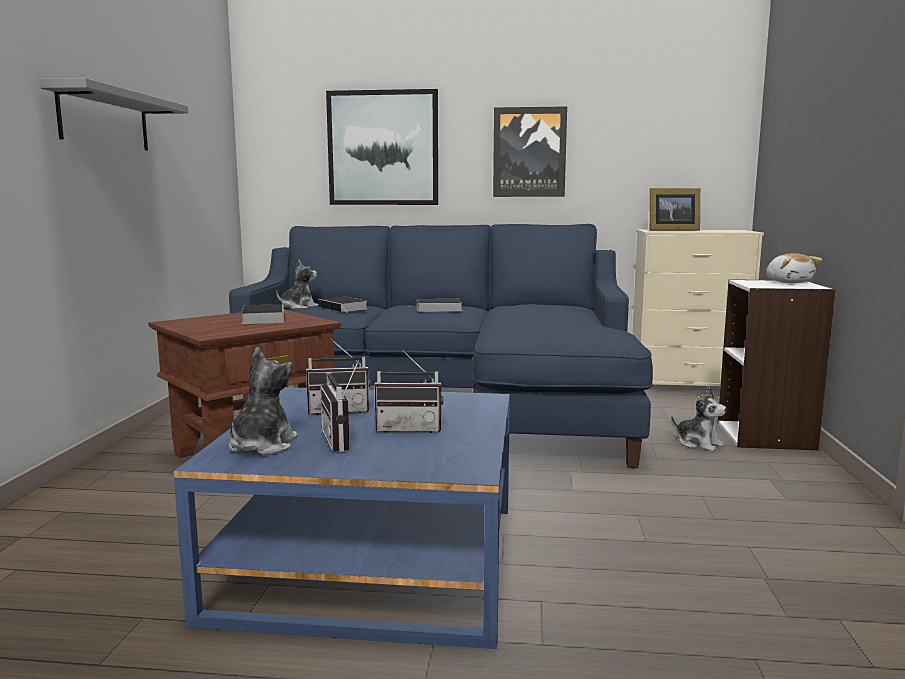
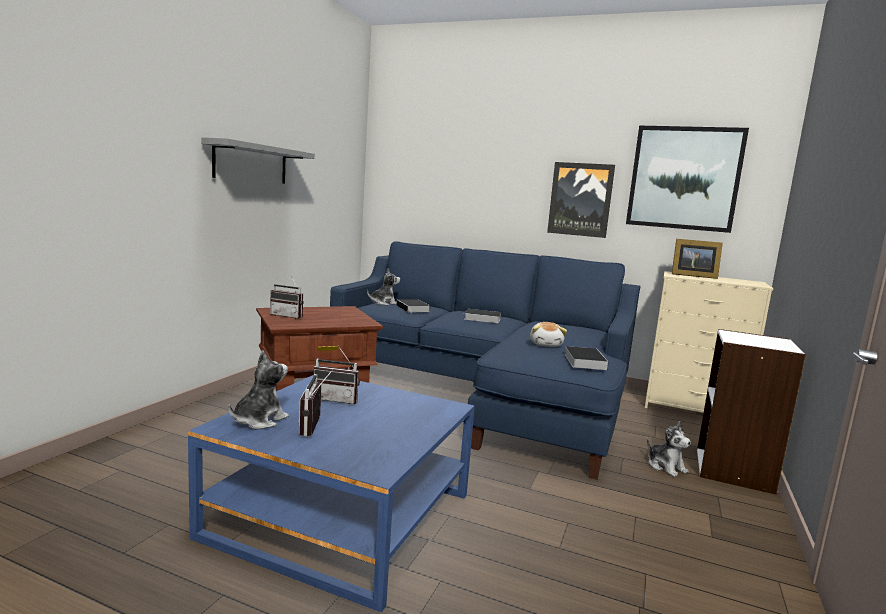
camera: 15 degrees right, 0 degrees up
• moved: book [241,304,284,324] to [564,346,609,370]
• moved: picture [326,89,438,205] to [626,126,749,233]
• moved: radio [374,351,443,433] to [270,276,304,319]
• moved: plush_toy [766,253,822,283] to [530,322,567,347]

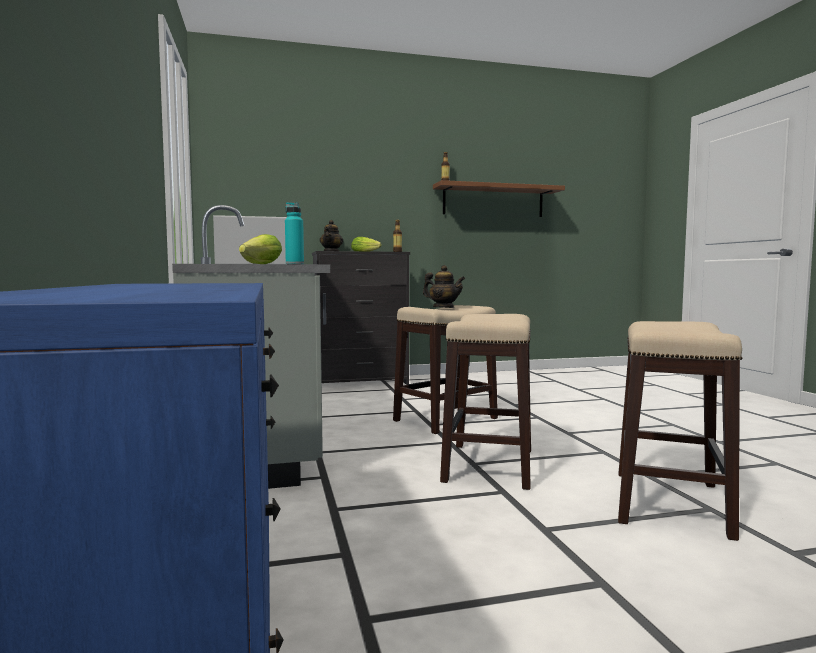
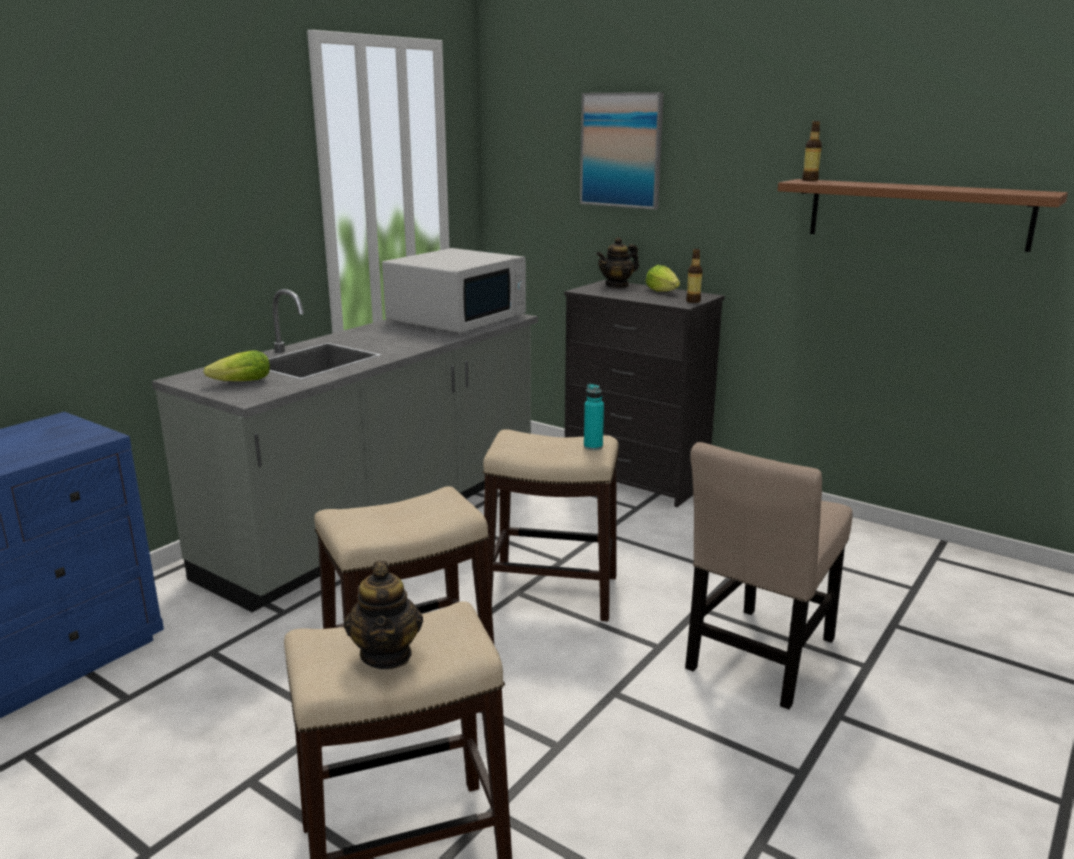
camera: 50 degrees right, 15 degrees up
• added: picture [580,92,664,210]
• added: beige_chair [685,442,853,710]
• moved: turquoise_bottle [285,202,304,264] to [584,384,604,450]
• moved: teapot [423,265,465,308] to [344,561,423,669]

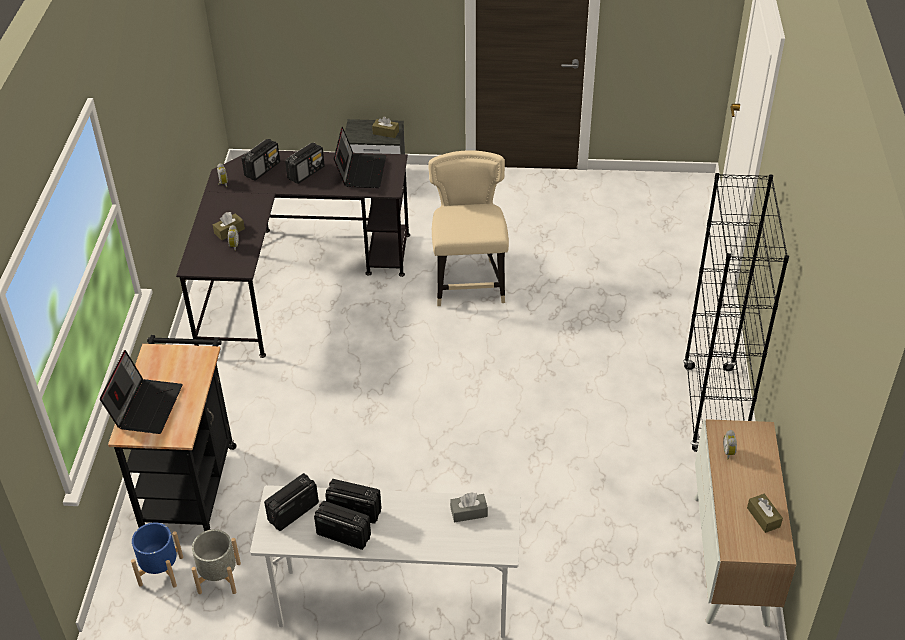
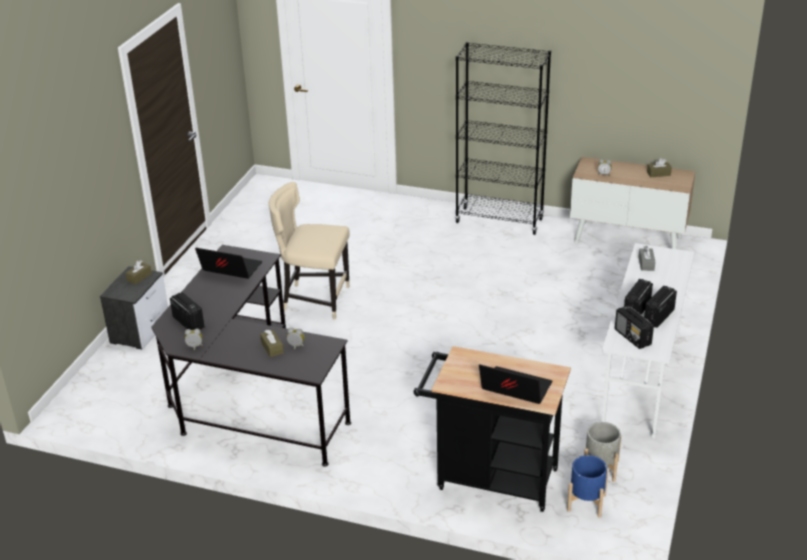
camera: 75 degrees left, 10 degrees down
• removed: radio [285,143,325,184]

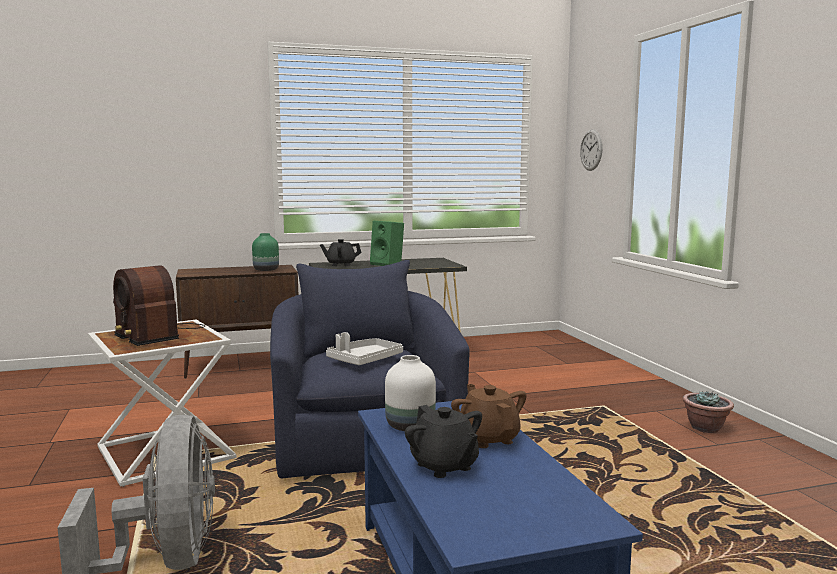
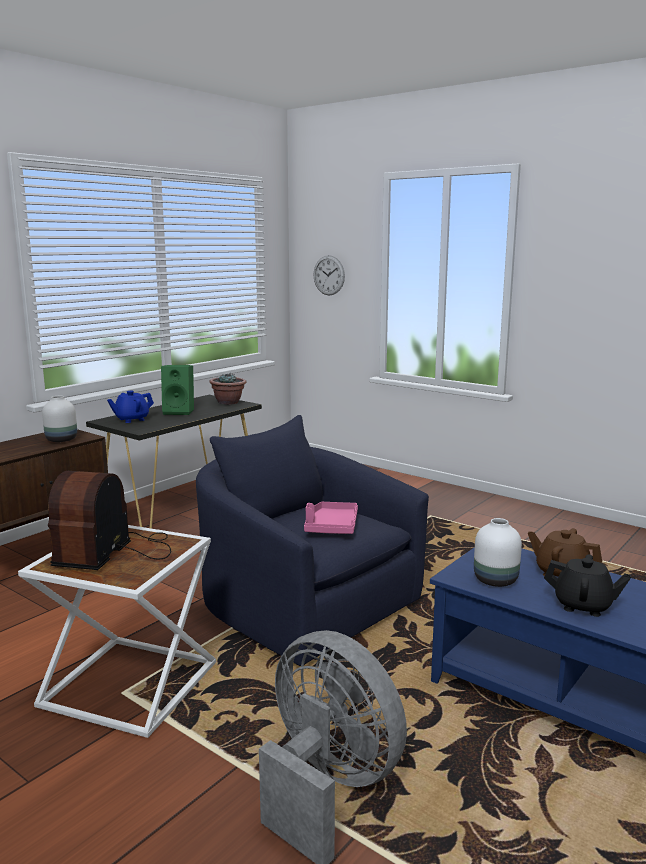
camera: 35 degrees left, 5 degrees up
• moved: potted_plant [683,391,734,433] to [209,373,246,405]
• recoloured: green_vase [252,233,279,271] to white_vase [42,396,77,442]
• recoloured: black_teapot [320,239,361,266] to blue_teapot [107,391,154,423]
• recoloured: white_tray [326,332,403,365] to pink_tray [304,502,358,534]
• turned: radio [113,265,205,346] = [48,471,171,570] 90 degrees clockwise

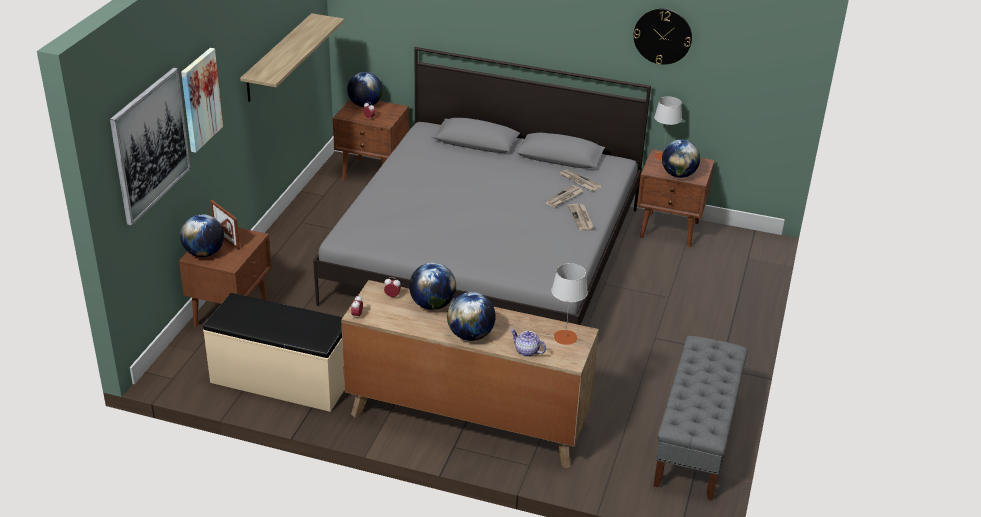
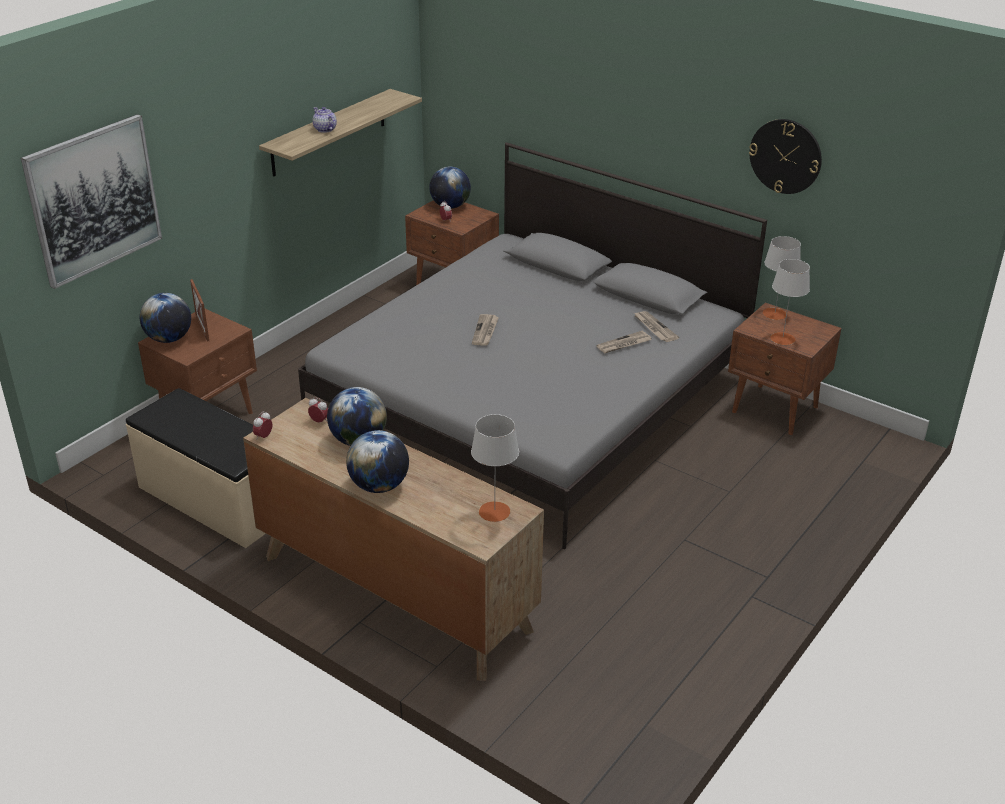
camera: 20 degrees right, 0 degrees up
• removed: picture [181,48,223,153]
• removed: grey_bench [654,336,748,500]
• moved: teapot [511,329,546,357] to [313,107,337,133]
• moved: newspaper [568,204,594,231] to [472,314,499,346]
• replaced: globe [662,140,700,178] to grey_table_lamp [770,259,810,345]

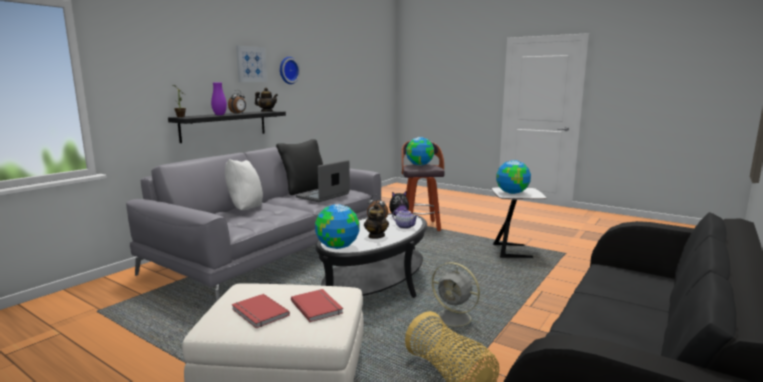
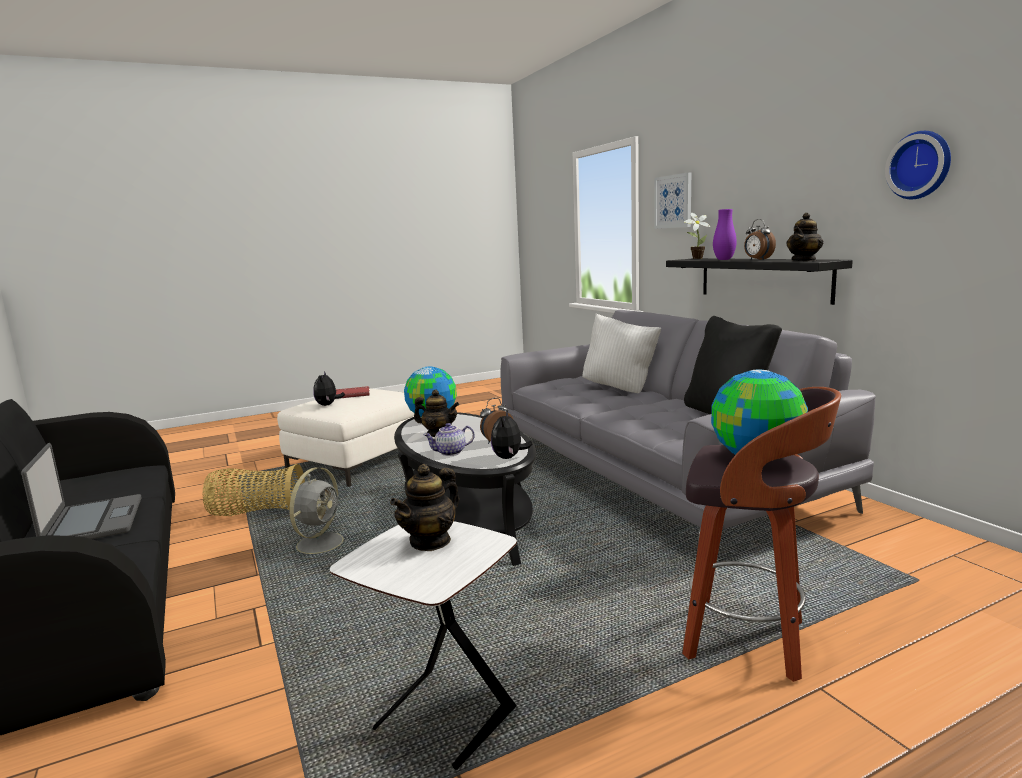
camera: 120 degrees right, 0 degrees up
• moved: picture [236,46,267,82] to [654,172,691,229]
• moved: laptop [296,160,350,202] to [21,443,141,539]
• replaced: red_book [291,289,343,322] to plush_toy [313,371,345,406]
• replaced: globe [496,160,531,194] to teapot [390,464,459,551]
• turned: grey_fan [429,262,482,331] = [285,467,354,559] 135 degrees clockwise

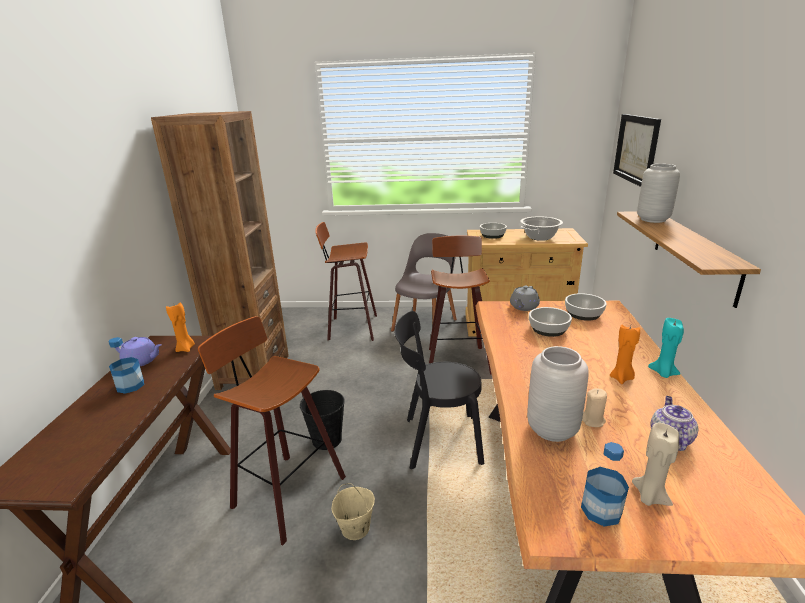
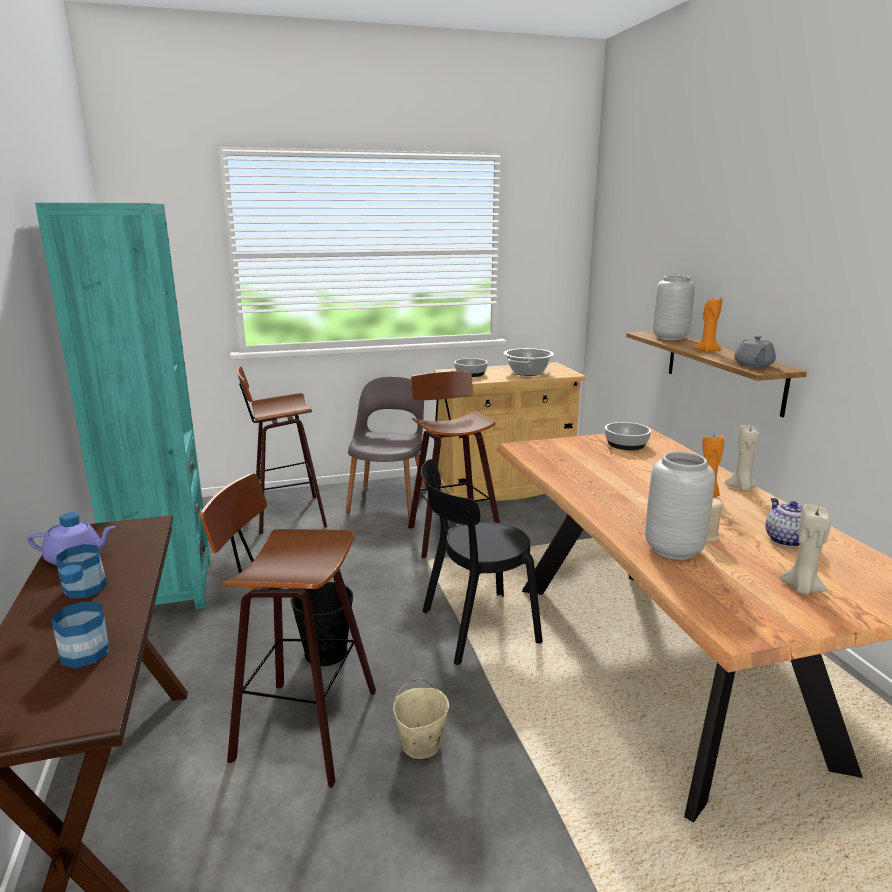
camera: 20 degrees left, 5 degrees down
• removed: bowl [529,307,572,337]
• removed: picture [613,114,661,187]
• moved: orange_candle [166,303,195,352] to [694,297,722,352]
• moved: grey_teapot [510,285,540,311] to [734,336,776,368]
• moved: bottle [581,442,629,526] to [51,565,109,668]
• recoloured: brown_bookcase [151,111,289,390] to turquoise_bookcase [35,203,210,609]
• recoloured: turquoise_candle [648,318,684,378] to beige_candle [725,425,760,491]

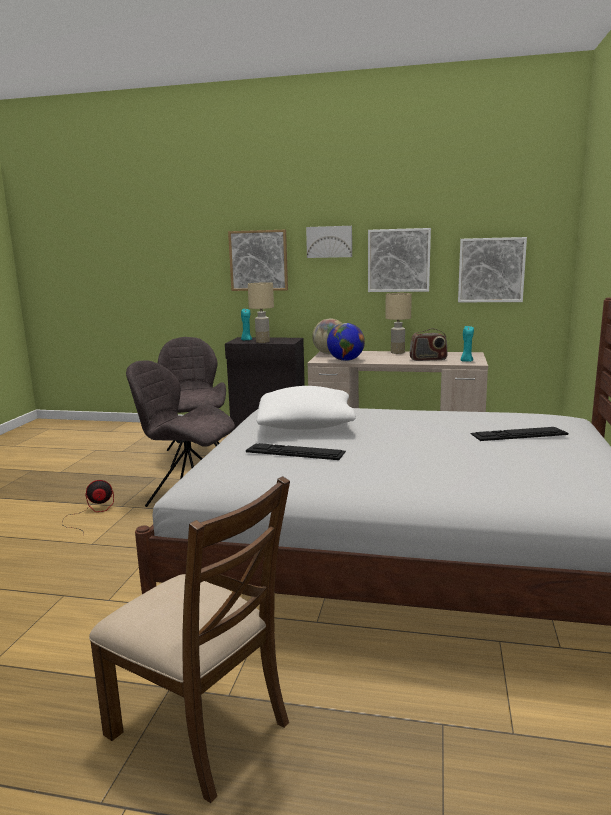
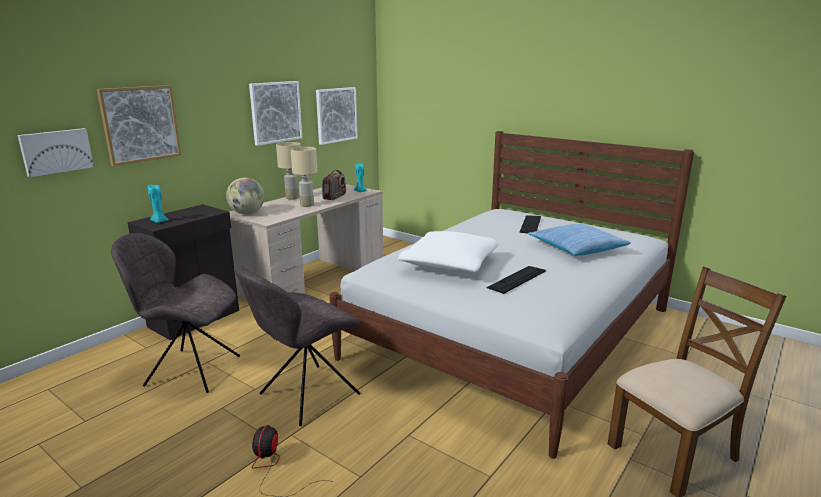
camera: 65 degrees left, 5 degrees up
• removed: globe [327,323,365,361]
• added: pillow [527,224,631,256]
• moved: beige_table_lamp [248,282,274,343] to [291,147,318,207]
• moved: picture [306,226,352,258] to [17,128,94,177]

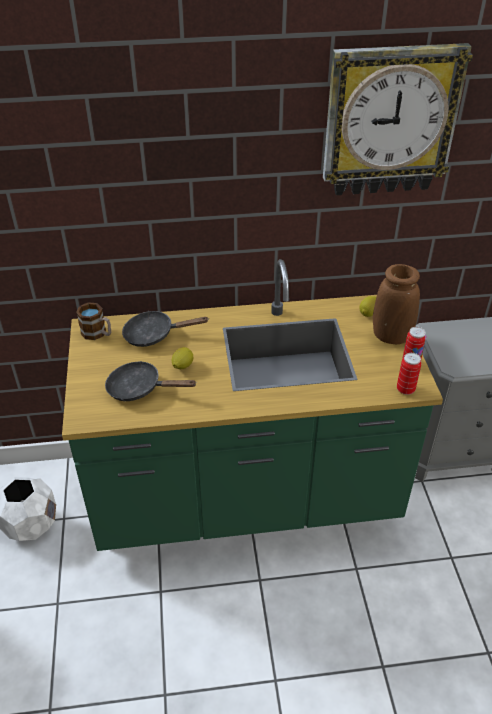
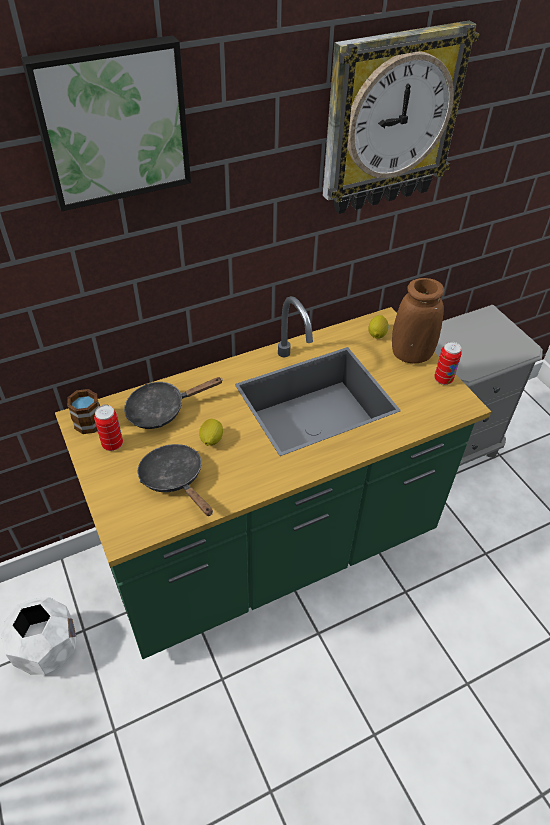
camera: 20 degrees left, 5 degrees up
• added: picture [21,35,191,211]
• moved: can [397,353,421,395] to [94,405,123,451]
• turned: black_frying_pan [105,361,197,402] = [138,444,213,516] 60 degrees clockwise

